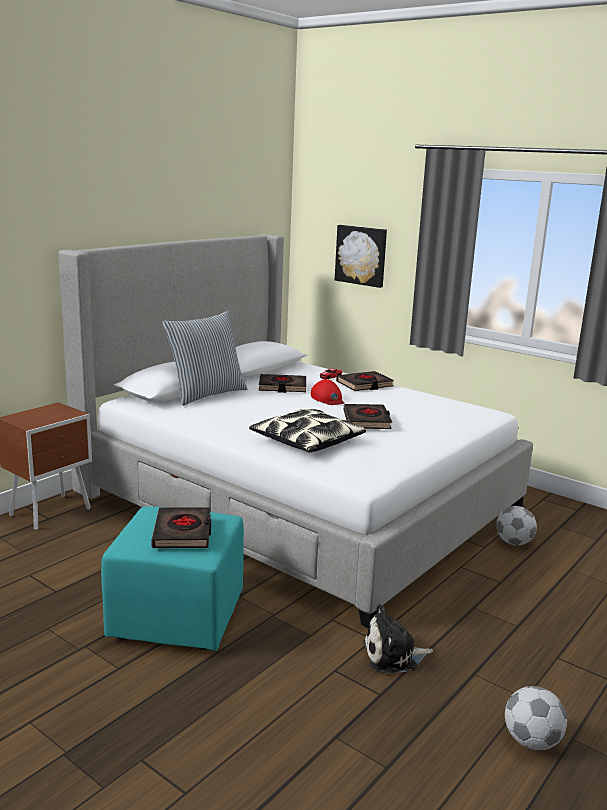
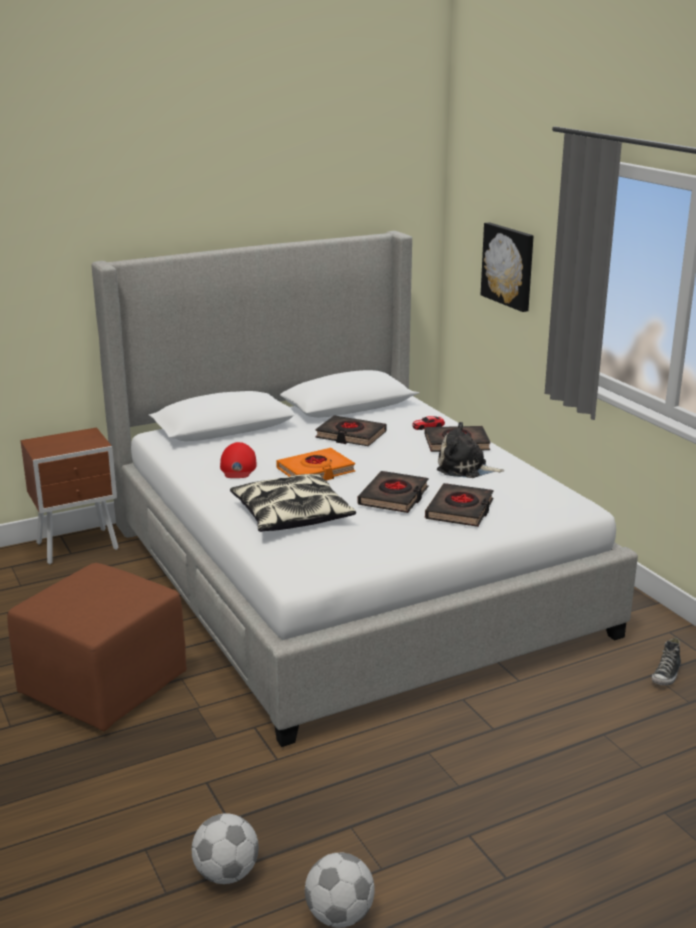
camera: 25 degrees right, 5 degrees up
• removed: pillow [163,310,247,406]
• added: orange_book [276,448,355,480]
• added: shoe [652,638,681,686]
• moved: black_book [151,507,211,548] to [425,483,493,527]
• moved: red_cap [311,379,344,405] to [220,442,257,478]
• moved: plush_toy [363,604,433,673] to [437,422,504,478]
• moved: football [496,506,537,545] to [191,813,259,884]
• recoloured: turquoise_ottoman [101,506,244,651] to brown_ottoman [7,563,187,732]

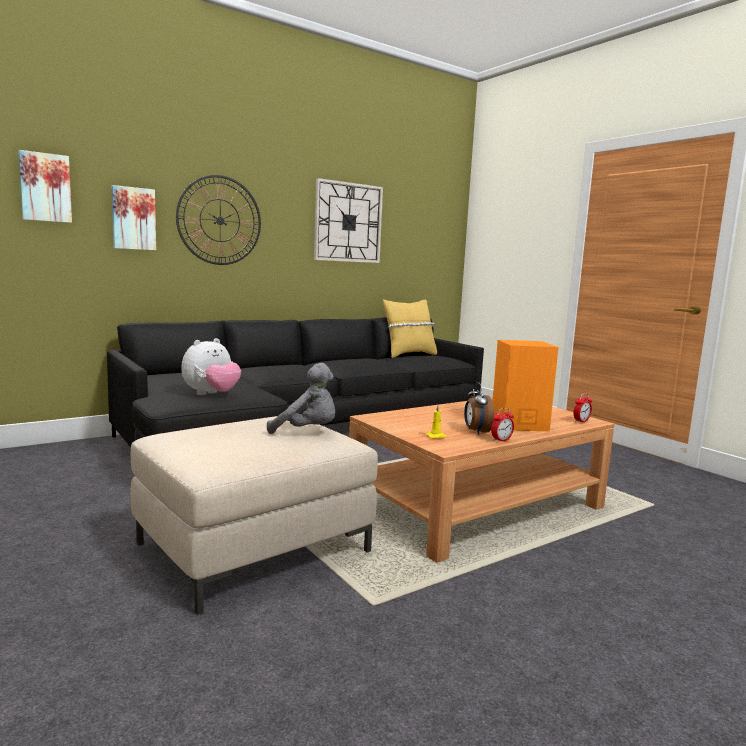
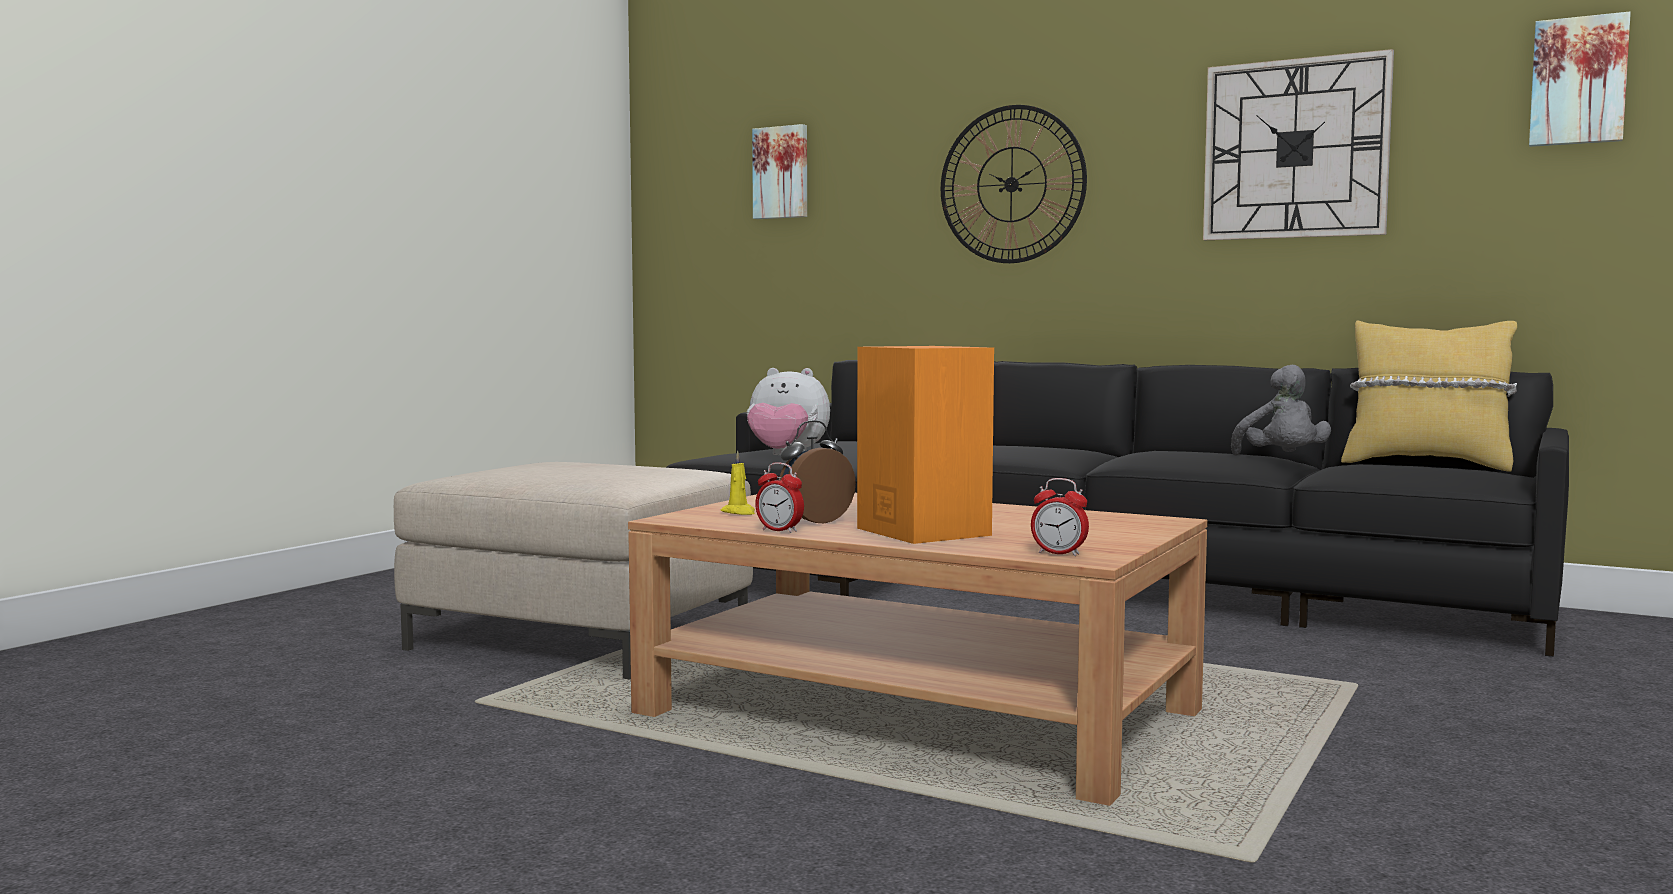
camera: 65 degrees right, 5 degrees down
• moved: picture [111,185,156,250] to [1529,11,1631,147]
• moved: grey_plush_toy [267,363,335,434] to [1231,365,1331,455]

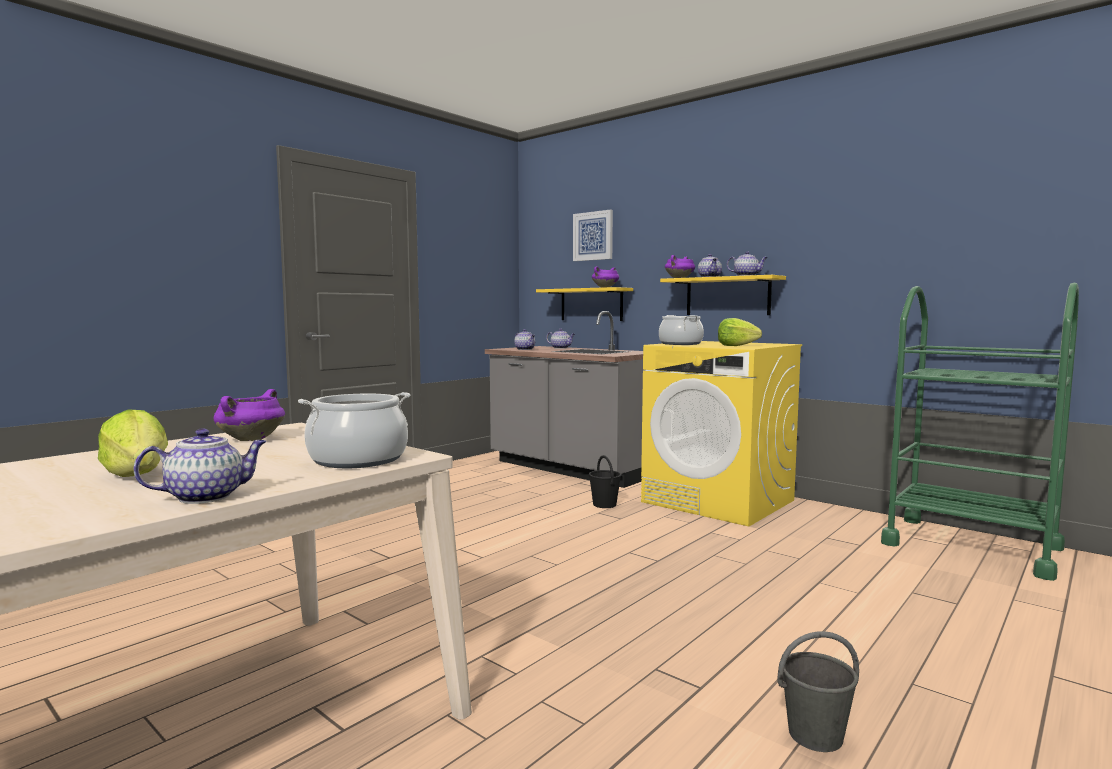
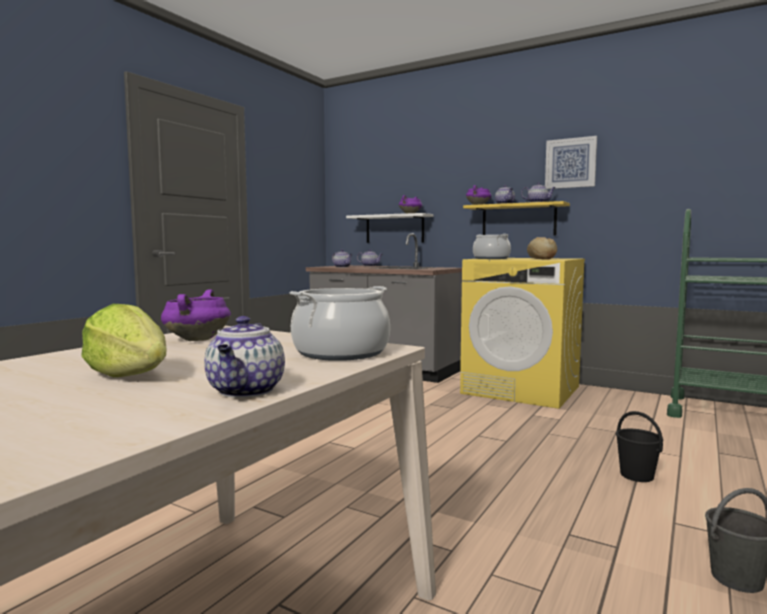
camera: 10 degrees left, 0 degrees up
• moved: picture [573,209,613,261] to [545,136,597,189]
• moved: black_bucket [589,455,621,508] to [616,411,663,482]
• replaced: lettuce [718,318,762,346] to bread [527,237,557,260]
• recoloured: yellow_shelf [536,287,633,321] to white_shelf [346,213,434,243]
• turned: teapot [133,428,267,504] = [204,316,285,398] 135 degrees clockwise

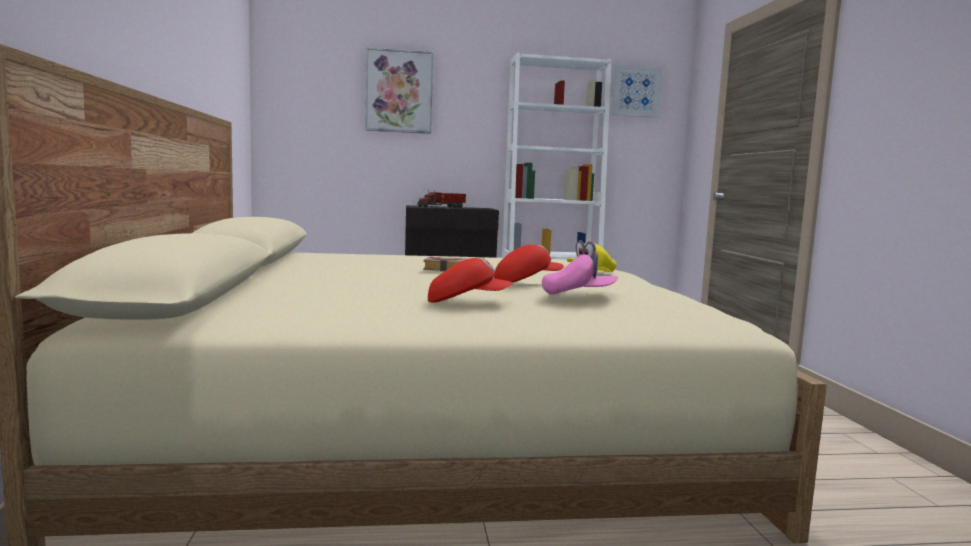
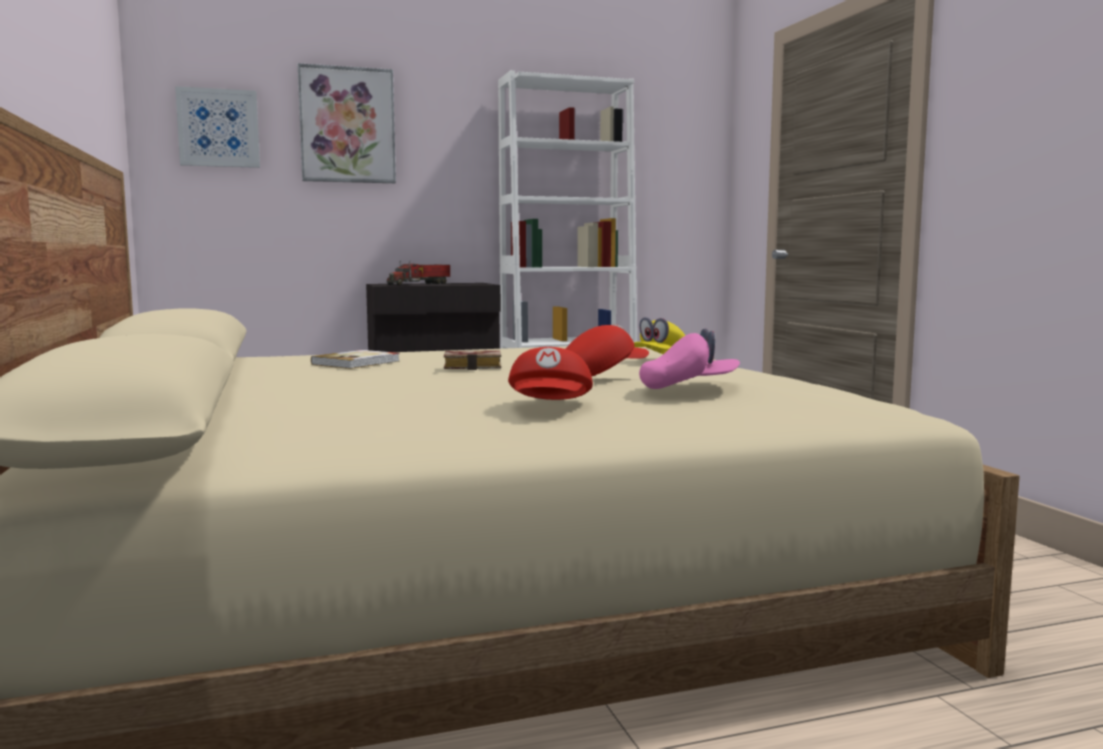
camera: 10 degrees left, 0 degrees up
• added: book [311,350,400,369]
• moved: picture [611,64,663,118] to [175,86,260,168]
• turned: red_cap [428,258,513,303] = [508,347,593,400] 105 degrees clockwise

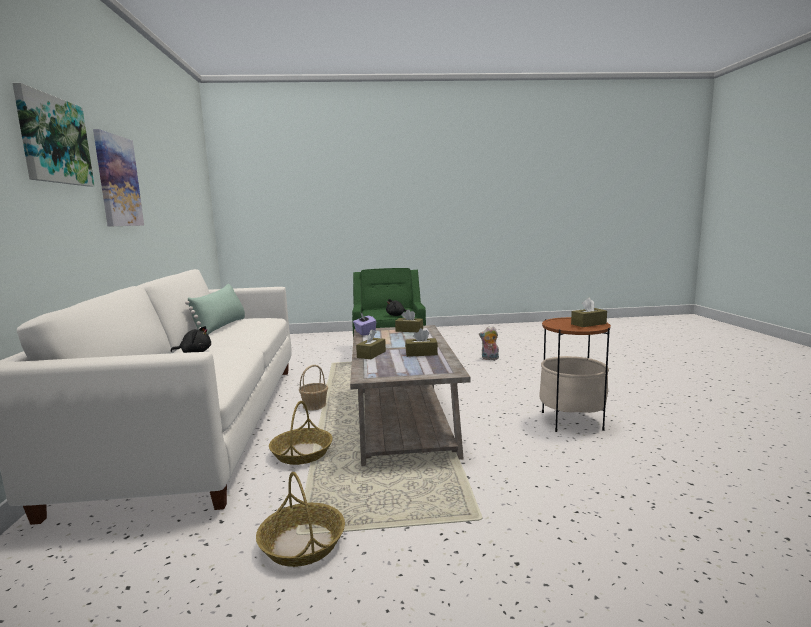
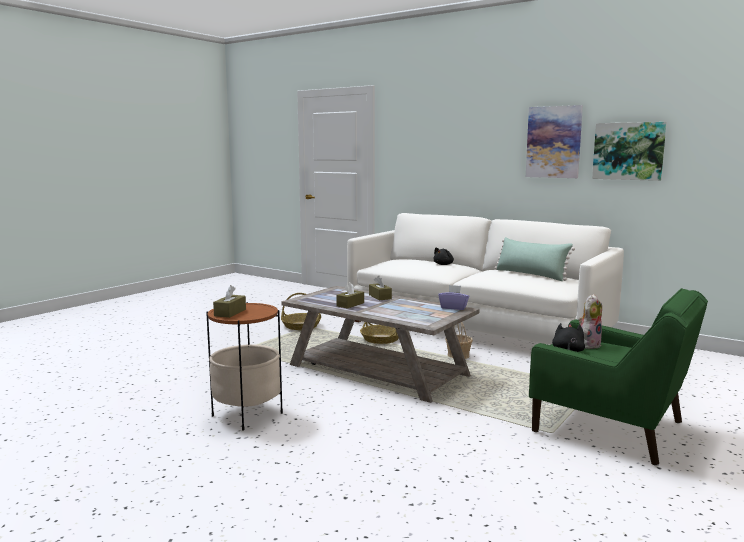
camera: 130 degrees right, 0 degrees up
• removed: brown_tissue_box [395,309,423,332]
• moved: picture [12,83,94,187] to [592,122,667,181]
• moved: plush_toy [479,326,499,360] to [578,294,602,349]

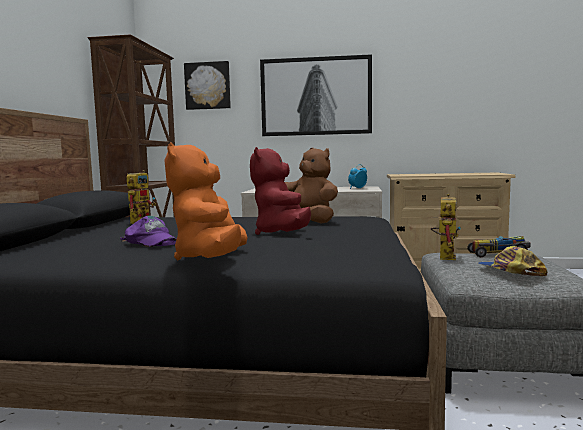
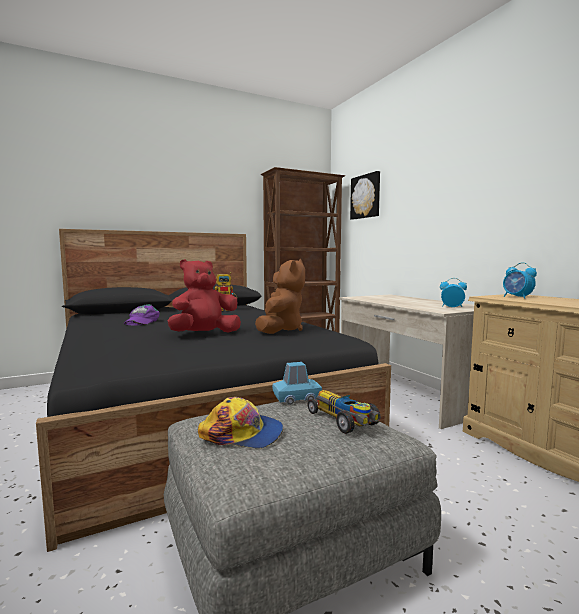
camera: 55 degrees right, 0 degrees up
• removed: orange_plush_toy [164,142,248,260]
• removed: picture [260,54,372,136]
• added: alarm_clock [503,262,537,299]
• replaced: toy_robot [431,194,461,260] to blue_toy_car [272,362,322,405]
• turned: cap [478,246,547,276] = [198,397,283,448] 75 degrees clockwise

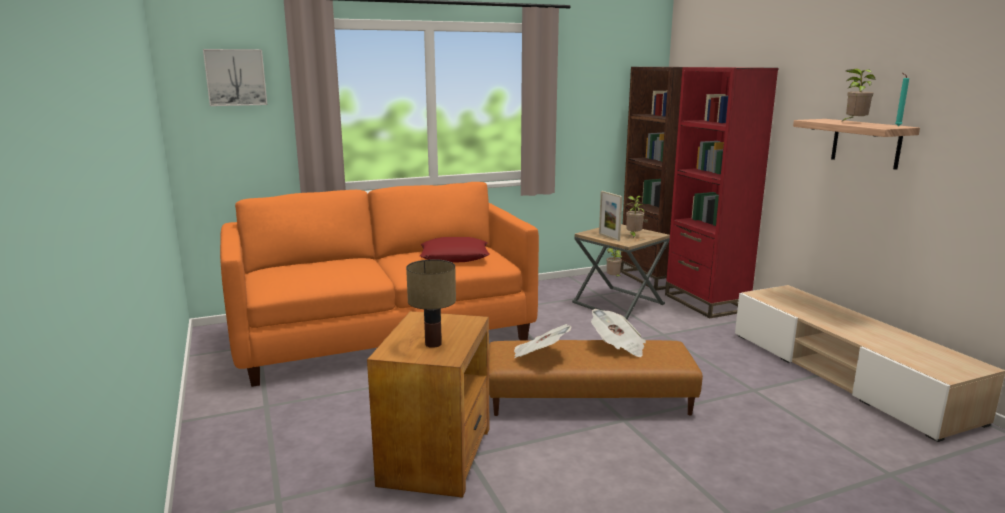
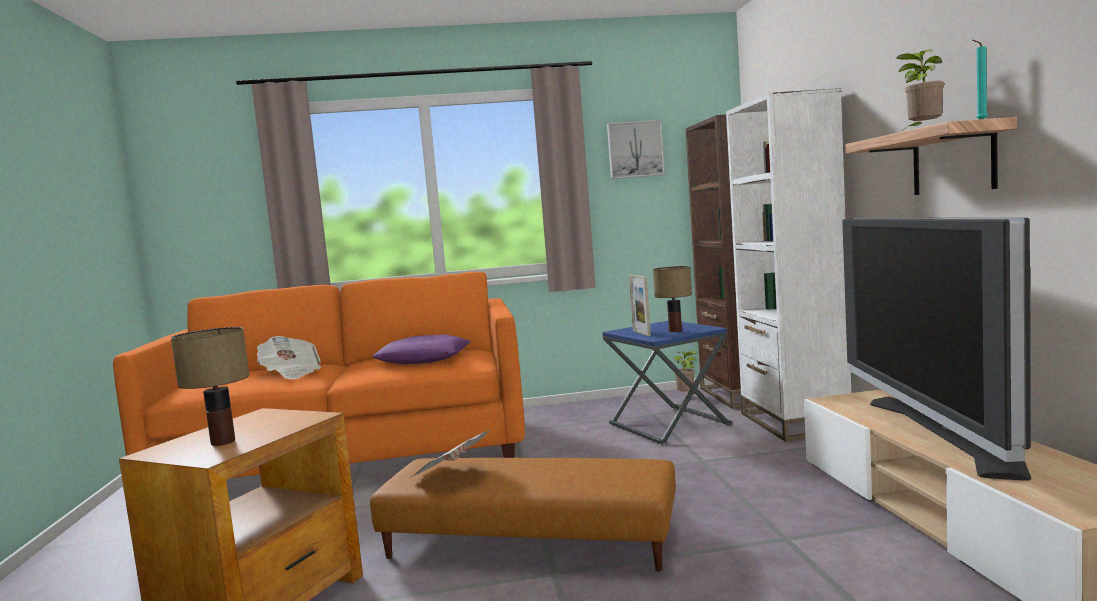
camera: 15 degrees right, 10 degrees down
• added: television [842,218,1031,480]
• moved: picture [203,49,267,106] to [607,120,665,179]
• moved: newspaper [591,309,646,357] to [257,336,321,379]
• replaced: potted_plant [626,196,645,238] to table_lamp [653,266,692,332]
• recoloured: red_pillow [420,237,490,263] to purple_pillow [372,334,471,364]
• recoloured: brown_side_table [572,224,670,319] to blue_side_table [603,321,732,444]
• recoloured: red_bookcase [665,67,778,318] to white_bookcase [726,88,851,442]

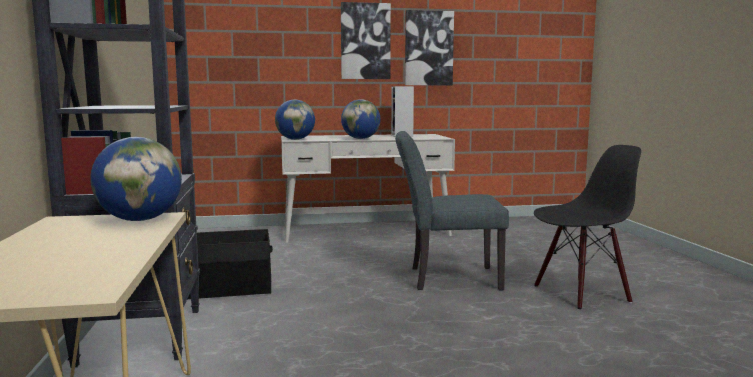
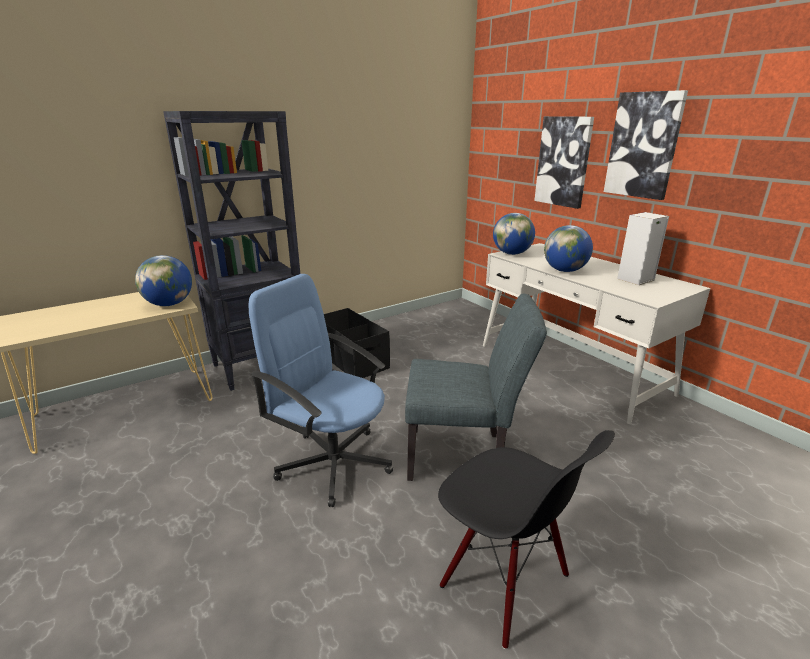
camera: 65 degrees right, 15 degrees up
• added: blue_office_chair [248,274,393,507]
• moved: picture [405,10,454,85] to [534,116,594,209]
• turned: grey_chair [395,131,509,290] = [405,294,547,481] 120 degrees clockwise

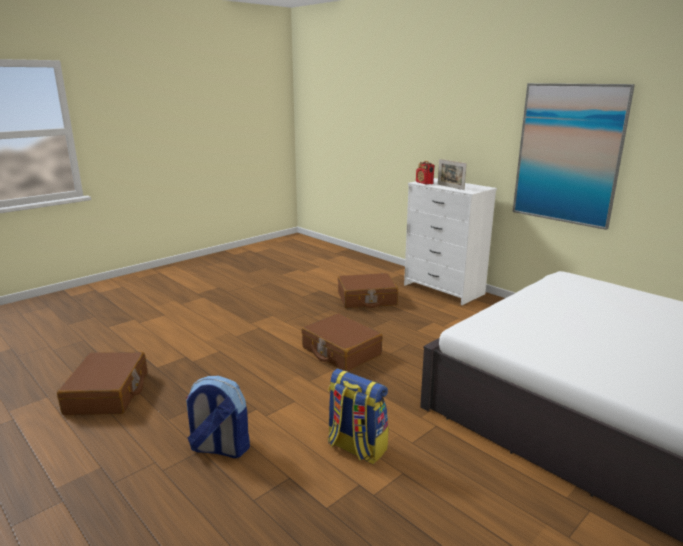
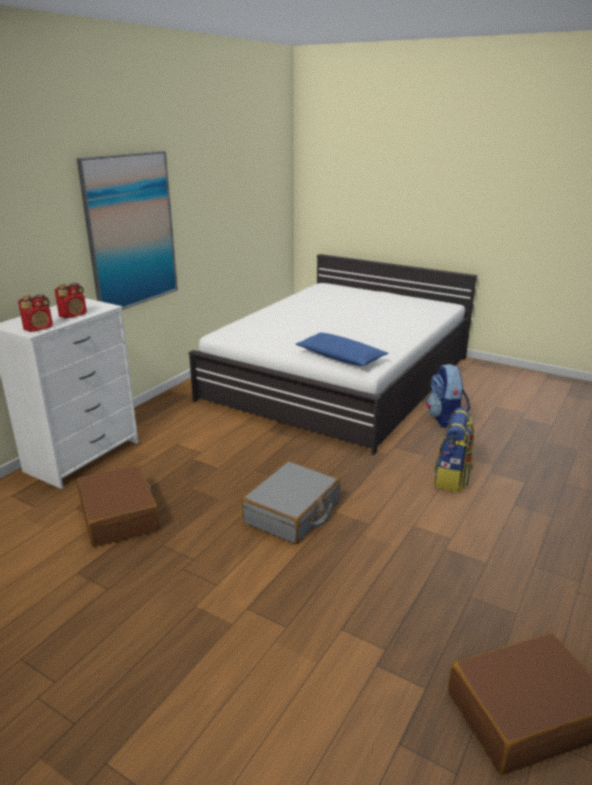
camera: 105 degrees left, 5 degrees up
• added: blue_pillow [296,333,389,366]
• moved: backpack [186,376,250,458] to [426,364,470,429]
• replaced: picture_frame [438,159,467,190] to radio [54,283,87,319]
• recoloured: brown_suitcase [301,313,383,371] to grey_suitcase [242,461,340,544]

